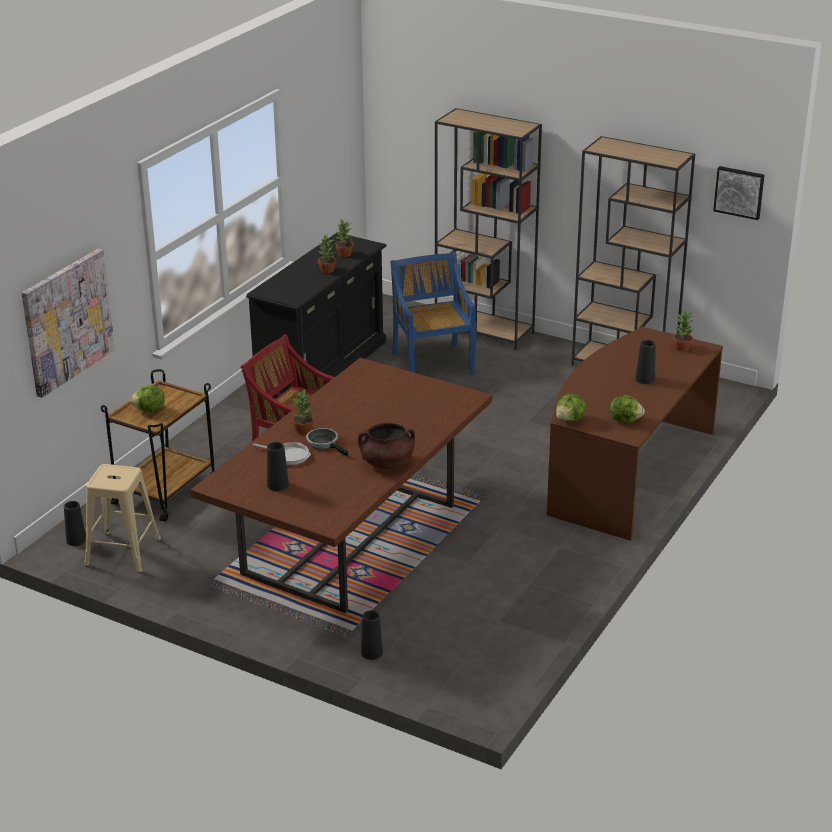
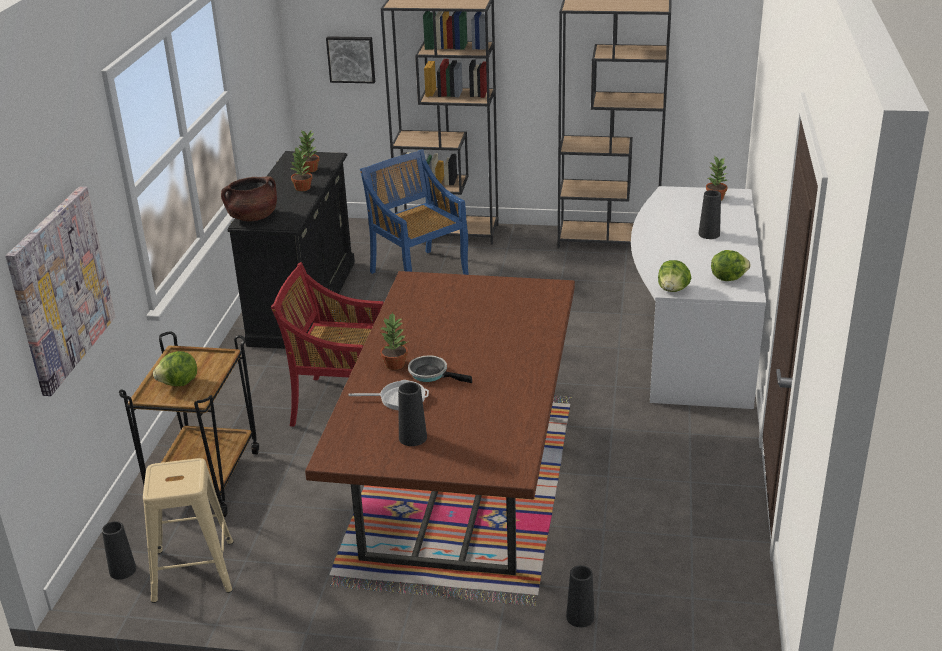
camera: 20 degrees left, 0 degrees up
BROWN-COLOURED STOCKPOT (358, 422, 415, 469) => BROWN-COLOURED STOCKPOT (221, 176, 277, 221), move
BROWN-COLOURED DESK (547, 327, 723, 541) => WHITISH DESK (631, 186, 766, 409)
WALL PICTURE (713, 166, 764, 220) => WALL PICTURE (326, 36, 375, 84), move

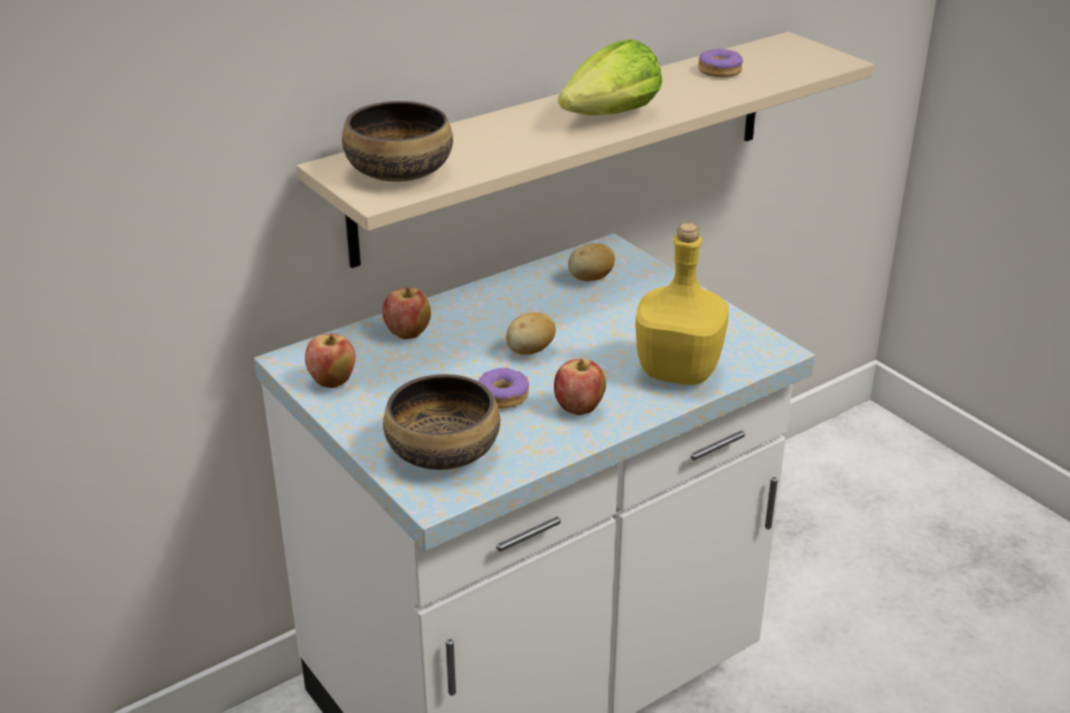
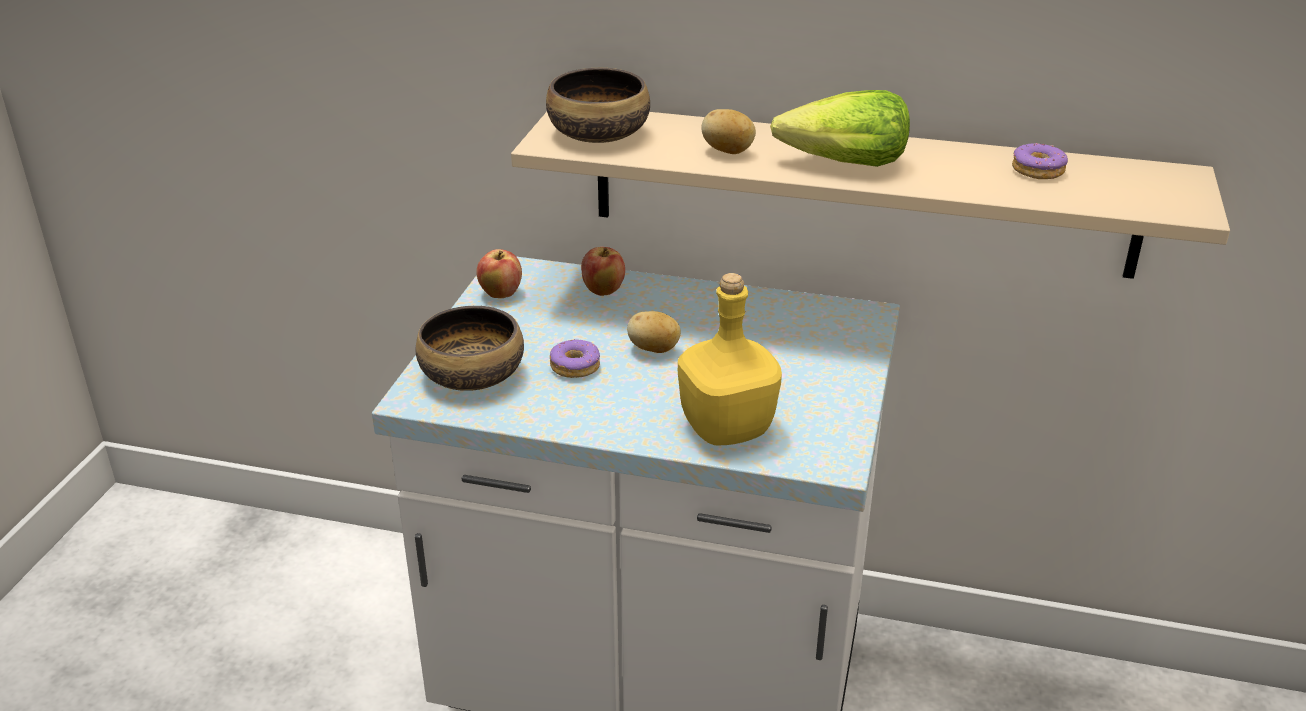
camera: 50 degrees right, 0 degrees up
APPLE (554, 359, 606, 415) => nothing
WHOLE POTATO (568, 243, 615, 281) => WHOLE POTATO (701, 109, 756, 154), move

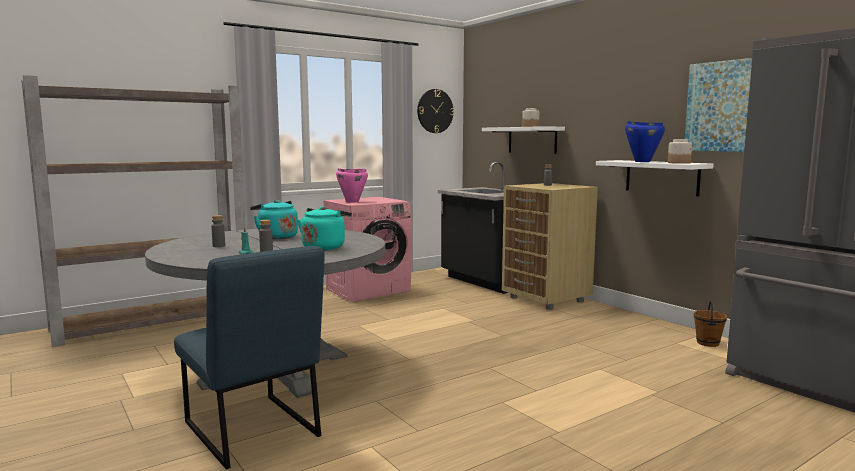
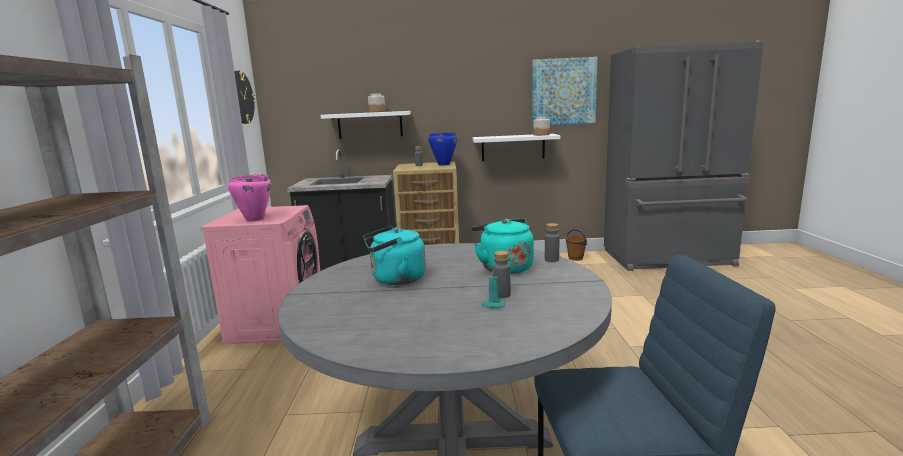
camera: 55 degrees left, 5 degrees up
GREY BOTTLE (211, 215, 225, 247) => GREY BOTTLE (545, 223, 559, 262), move
BLUISH STOCKPOT (625, 121, 665, 162) => BLUISH STOCKPOT (428, 132, 457, 166), move

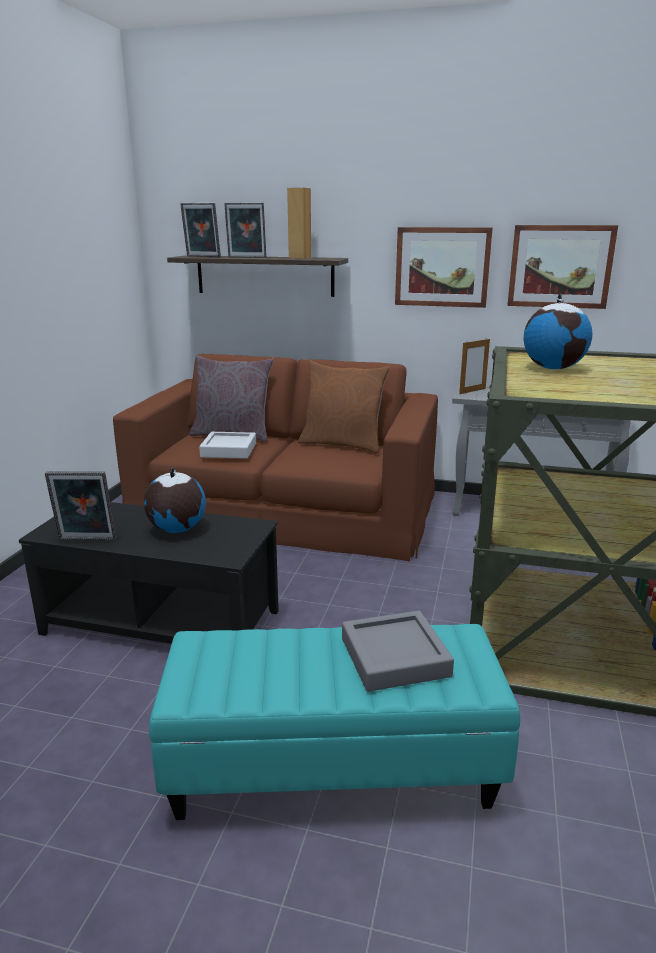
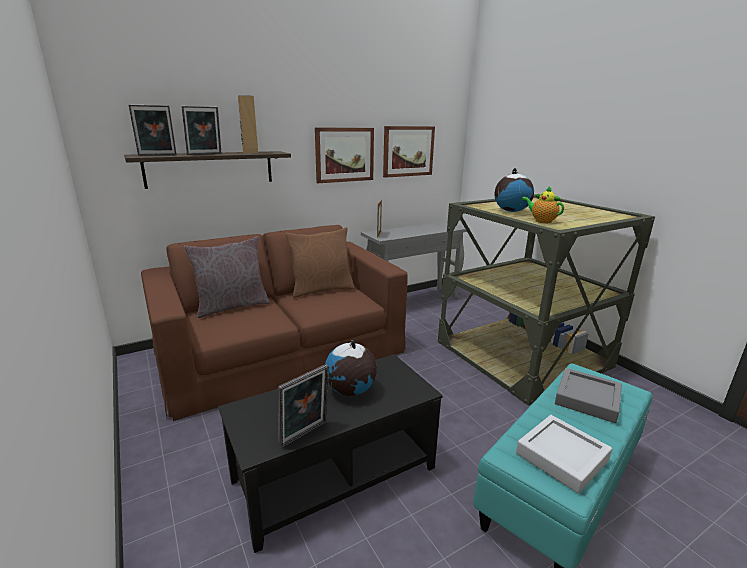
camera: 45 degrees left, 0 degrees up
GREY CARRYING TRAY (199, 432, 256, 459) => GREY CARRYING TRAY (516, 415, 612, 494), move
nothing => TEAPOT (522, 186, 564, 223)

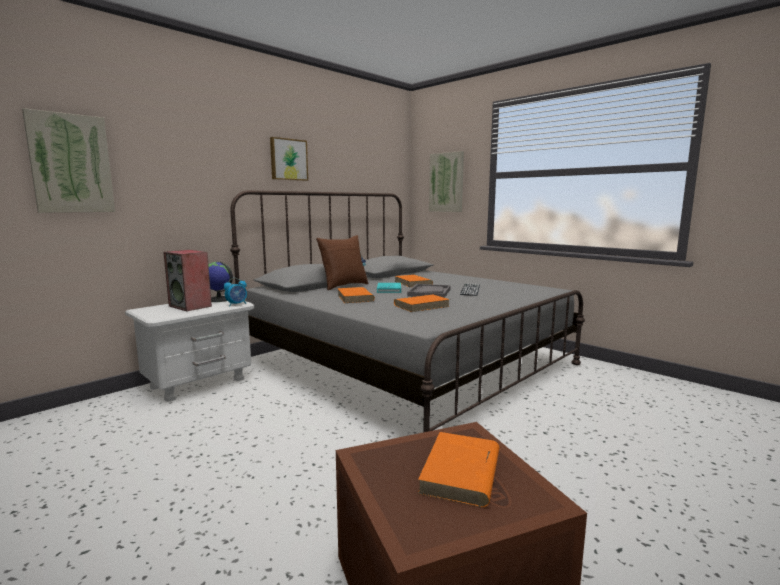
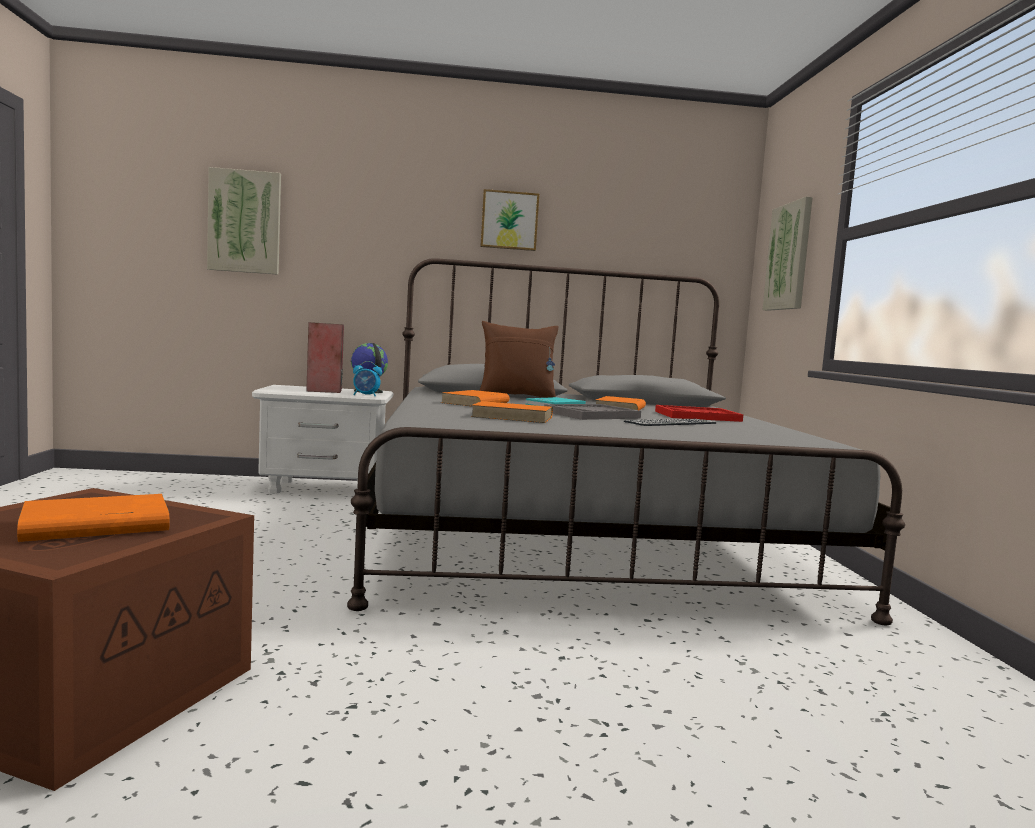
camera: 40 degrees right, 5 degrees down
nothing => RED CARRYING TRAY (655, 405, 743, 422)

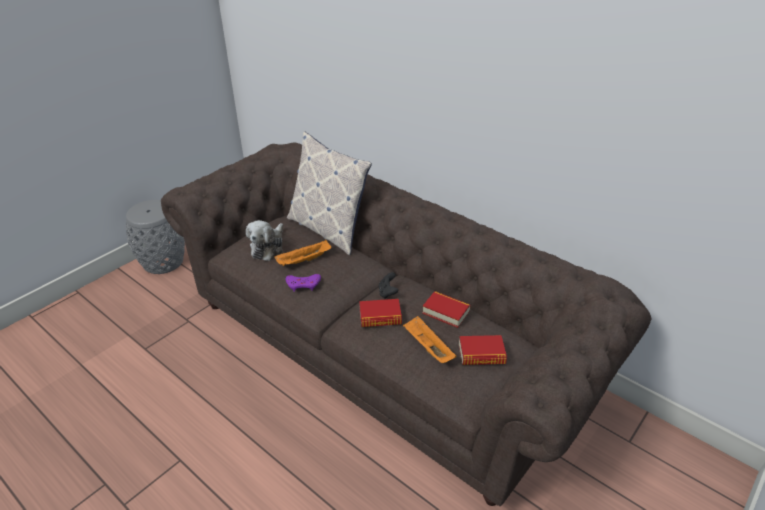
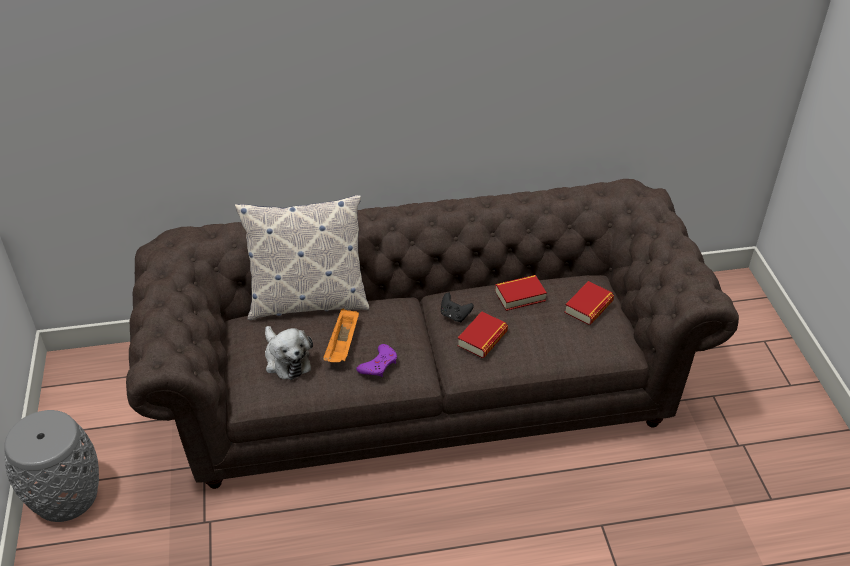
camera: 50 degrees left, 5 degrees up
ORANGEY CARRYING TRAY (403, 316, 457, 363) => nothing

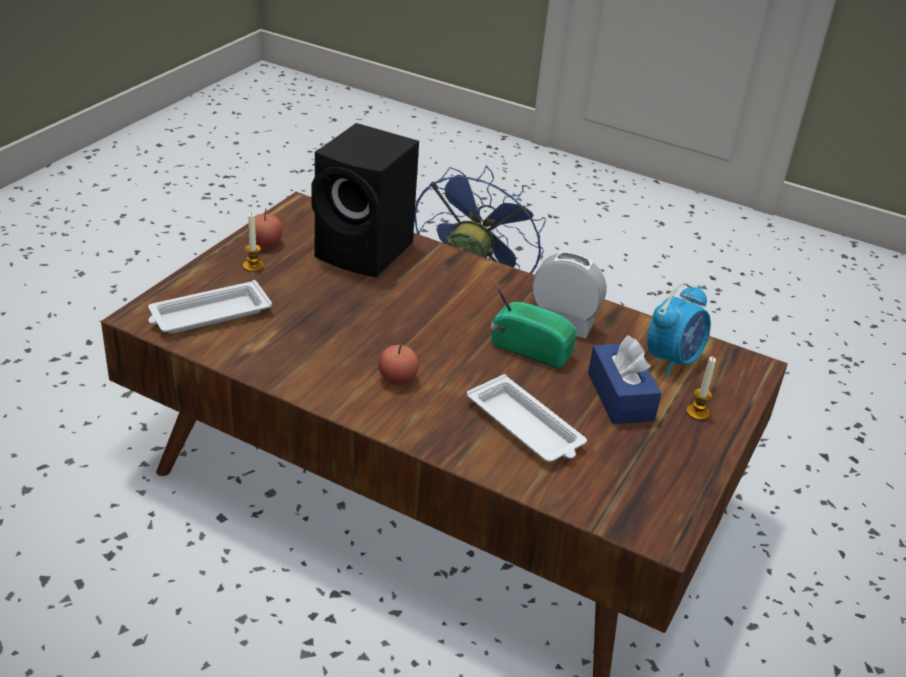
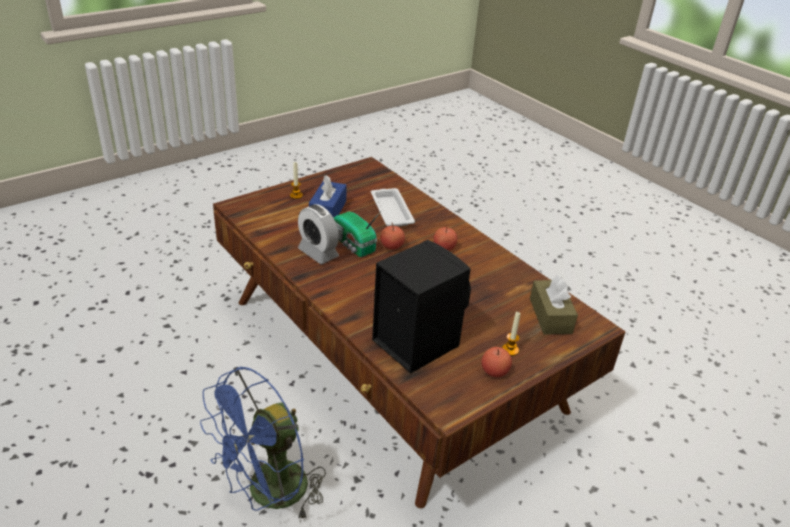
camera: 155 degrees left, 0 degrees up
WHITISH CARRYING TRAY (148, 280, 272, 334) => BROWN-COLOURED TISSUE HOLDER (530, 275, 578, 335)
BEDSIDE CLOCK (647, 283, 711, 376) => nothing
nothing => APPLE (381, 223, 405, 250)

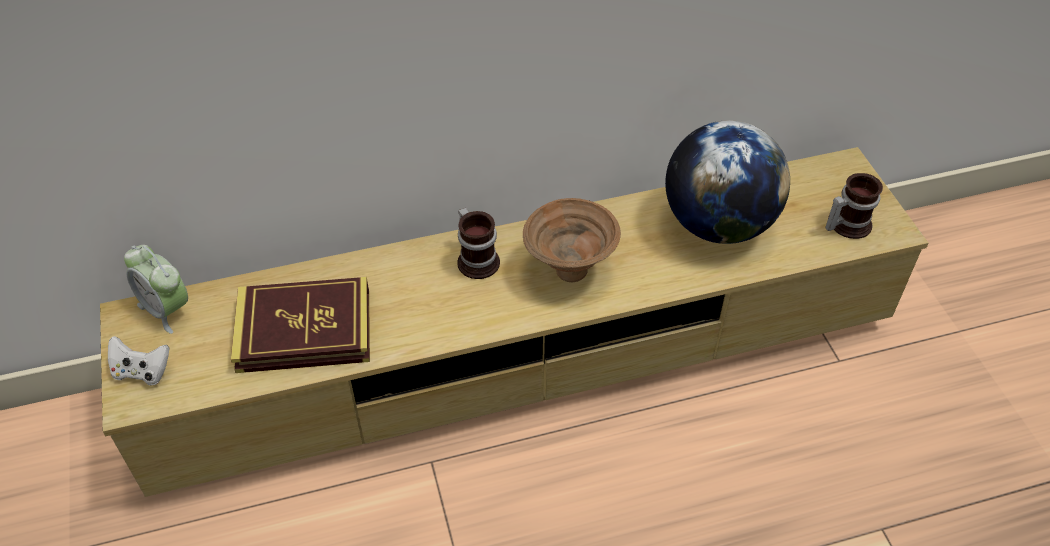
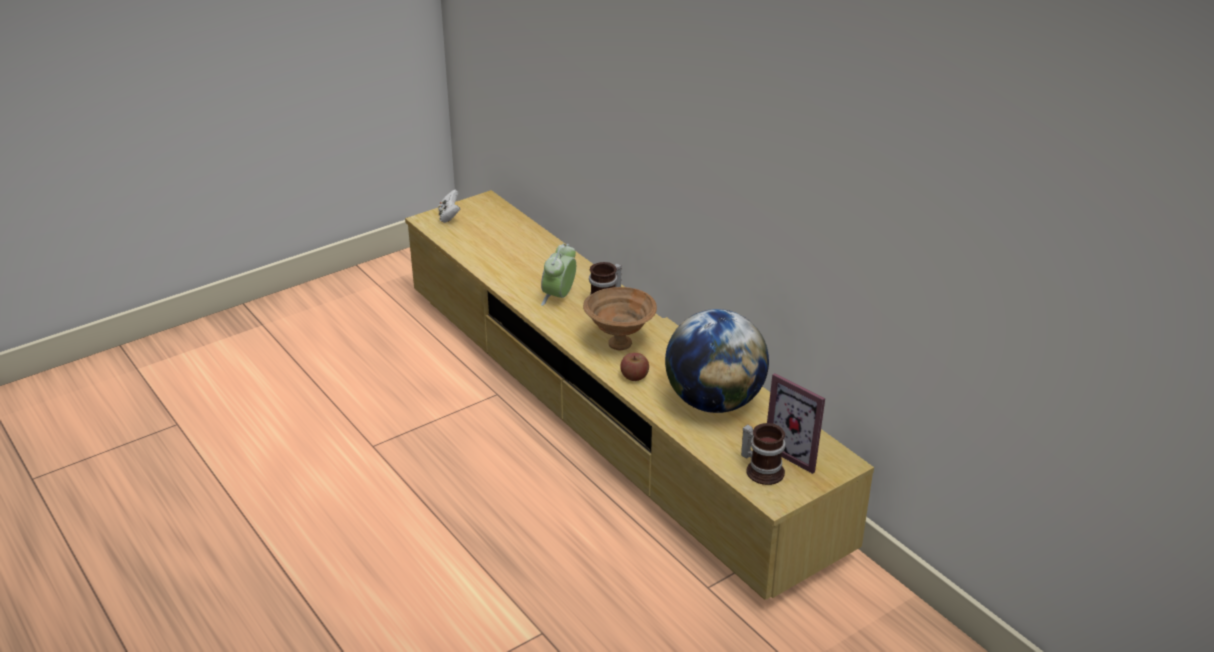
camera: 70 degrees right, 15 degrees down
BEDSIDE CLOCK (124, 245, 188, 334) => BEDSIDE CLOCK (541, 243, 576, 306), move
VOLUME (231, 277, 370, 373) => nothing
nothing => APPLE (620, 353, 649, 381)
nothing => STANDING FRAME (767, 373, 825, 474)

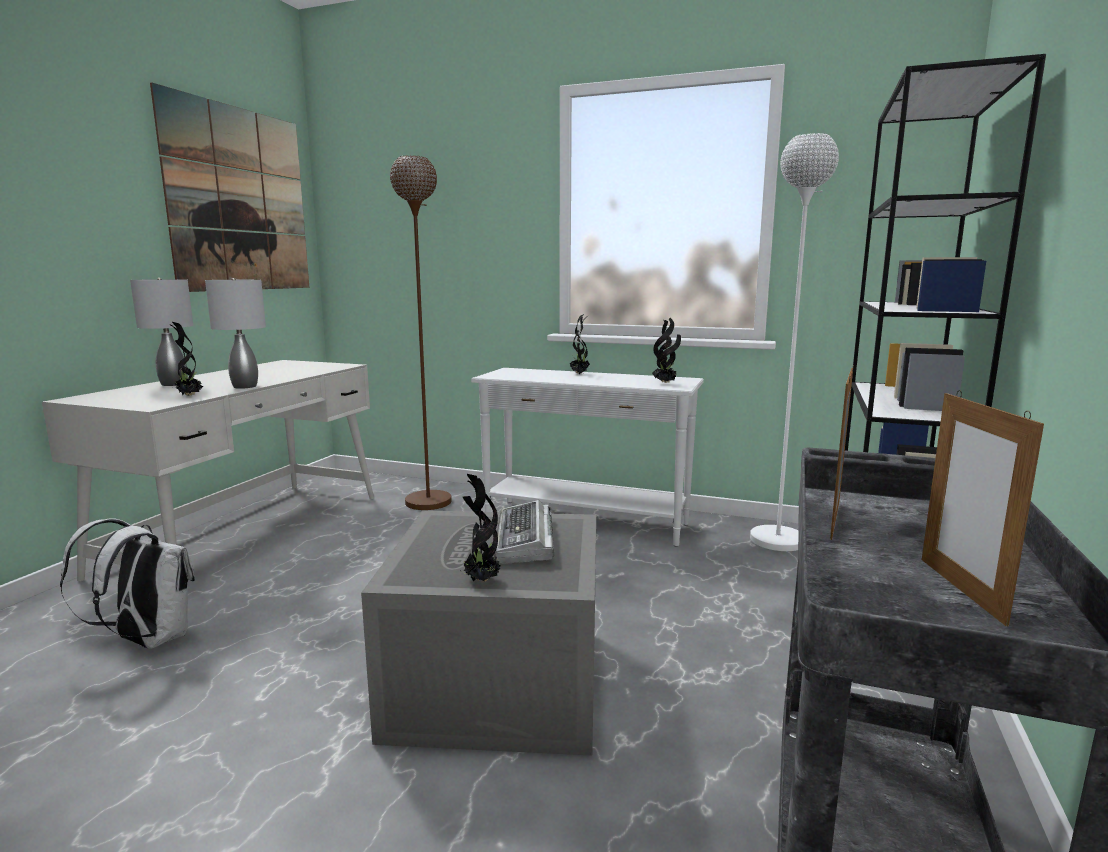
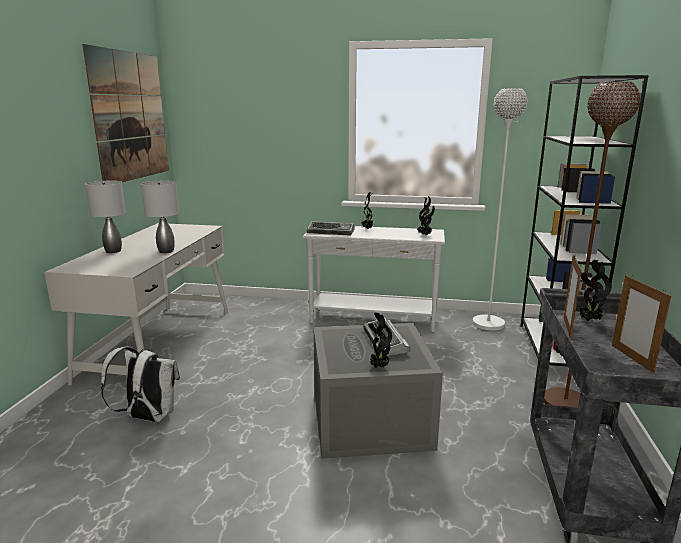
camera: 10 degrees left, 5 degrees up
PLANT IN A POT (171, 322, 203, 396) => PLANT IN A POT (579, 260, 612, 321), move
BROWN-COLOURED FLOOR LAMP (390, 155, 452, 510) => BROWN-COLOURED FLOOR LAMP (544, 81, 640, 407), move
nothing => KEYBOARD (307, 221, 355, 236)

